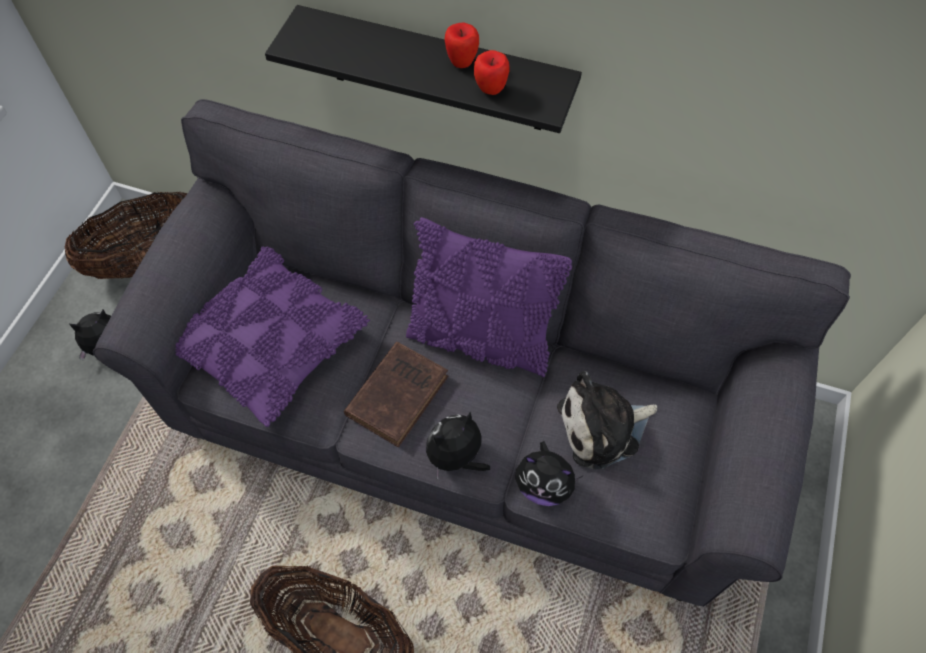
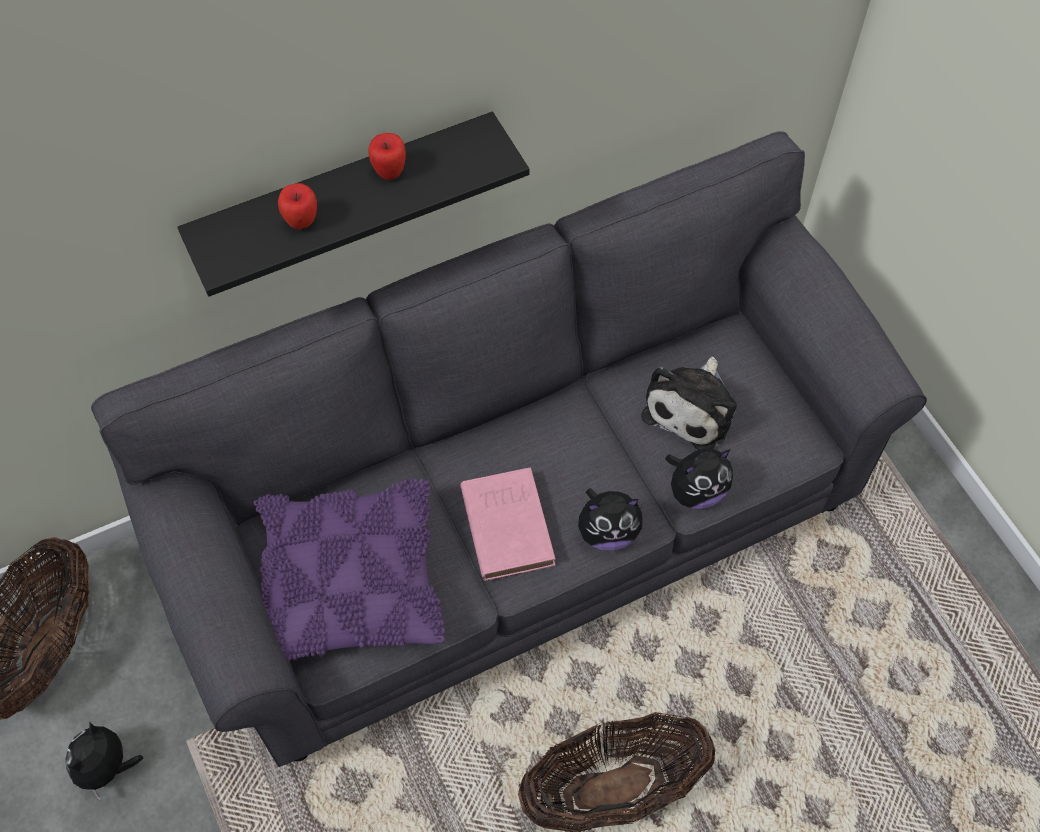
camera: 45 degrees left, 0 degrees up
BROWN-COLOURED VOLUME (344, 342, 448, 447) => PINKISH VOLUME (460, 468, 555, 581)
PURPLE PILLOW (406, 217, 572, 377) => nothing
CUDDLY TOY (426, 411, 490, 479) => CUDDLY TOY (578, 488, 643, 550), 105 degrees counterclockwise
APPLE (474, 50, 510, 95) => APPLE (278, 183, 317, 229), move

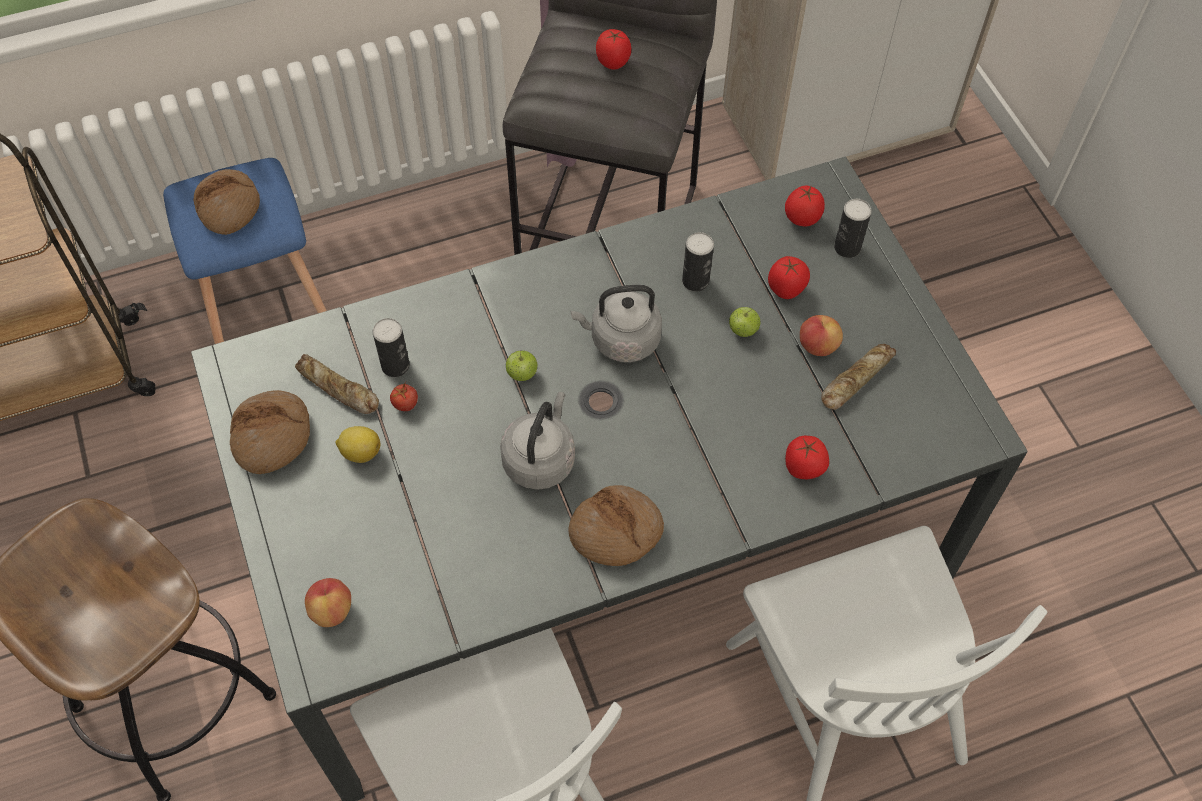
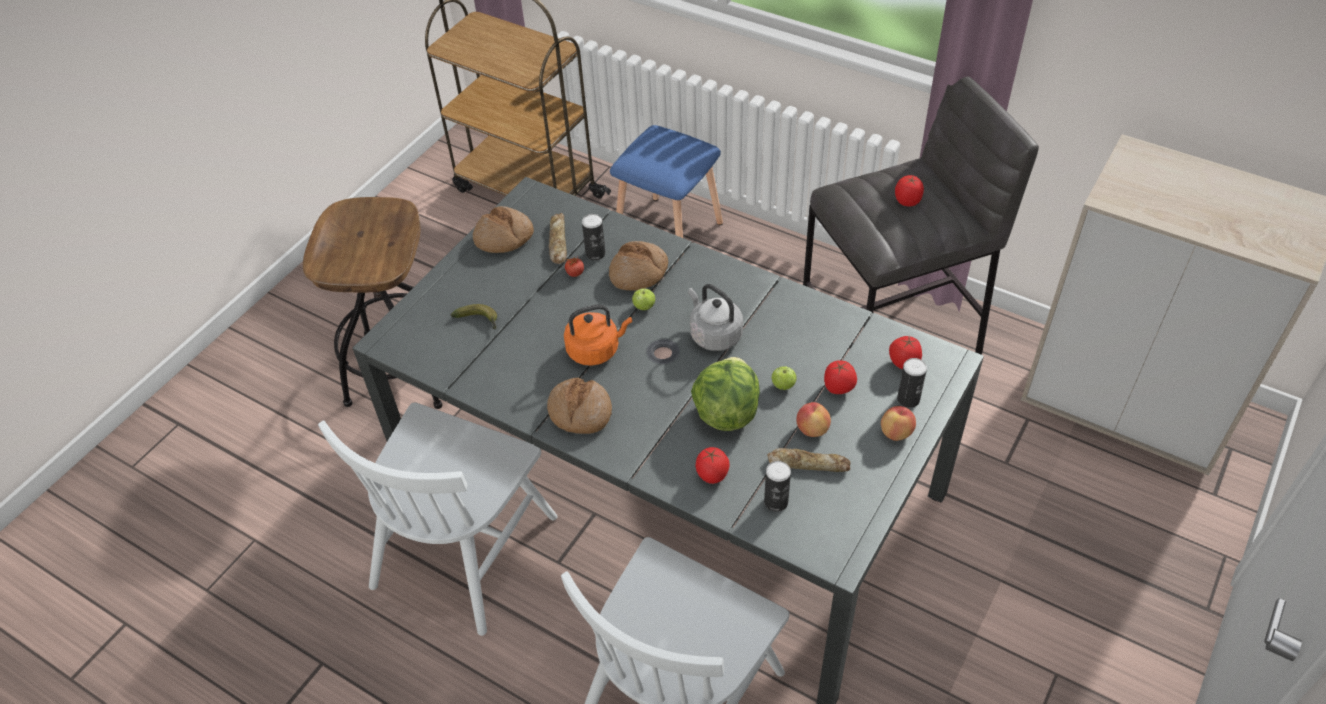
camera: 55 degrees right, 10 degrees down
BAKED BREAD (193, 169, 260, 235) => BAKED BREAD (609, 241, 668, 291), move
APPLE (305, 578, 351, 627) => APPLE (881, 406, 916, 441), move
LEMON (335, 426, 380, 463) => nothing
GREY TEA KETTLE (500, 392, 575, 490) => ORANGEY TEA KETTLE (564, 304, 632, 366)
METAL CAN (682, 232, 714, 292) => METAL CAN (764, 461, 791, 512), move
nothing => BANANA (451, 304, 497, 329)
nothing => LETTUCE (691, 357, 760, 431)

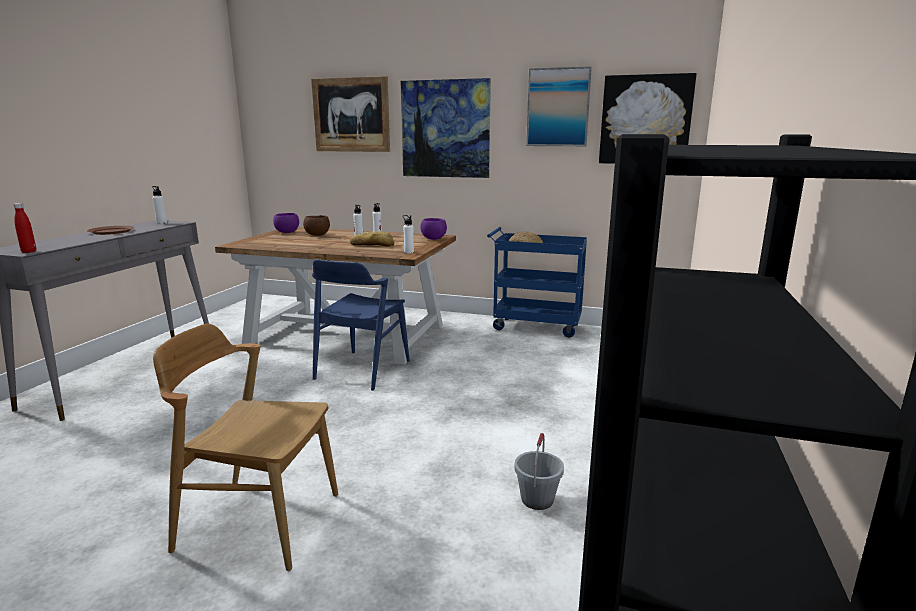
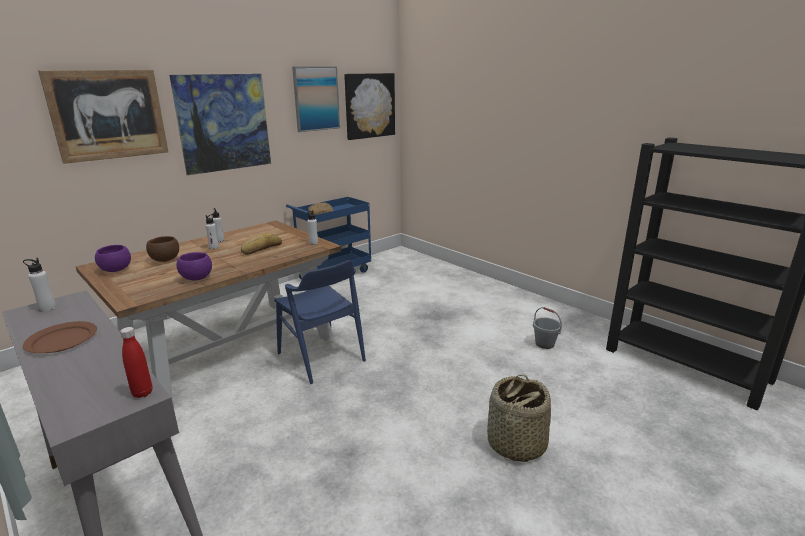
camera: 60 degrees left, 5 degrees up
BROWN-COLOURED PLAIN CHAIR (153, 324, 338, 571) => STORAGE BASKET (487, 374, 551, 462)
PURPLE BOWL (420, 218, 447, 240) => PURPLE BOWL (176, 252, 212, 280), move

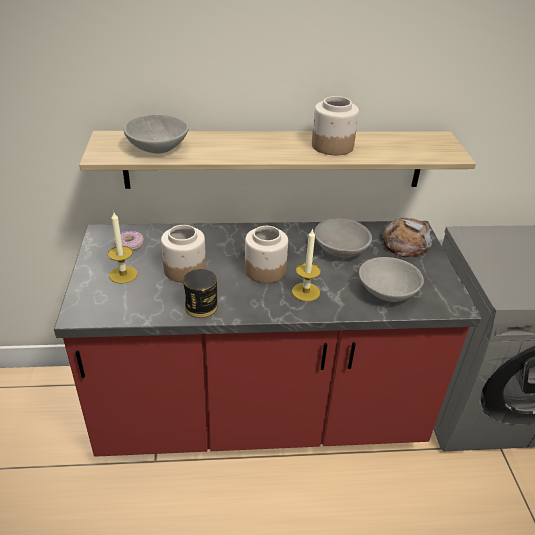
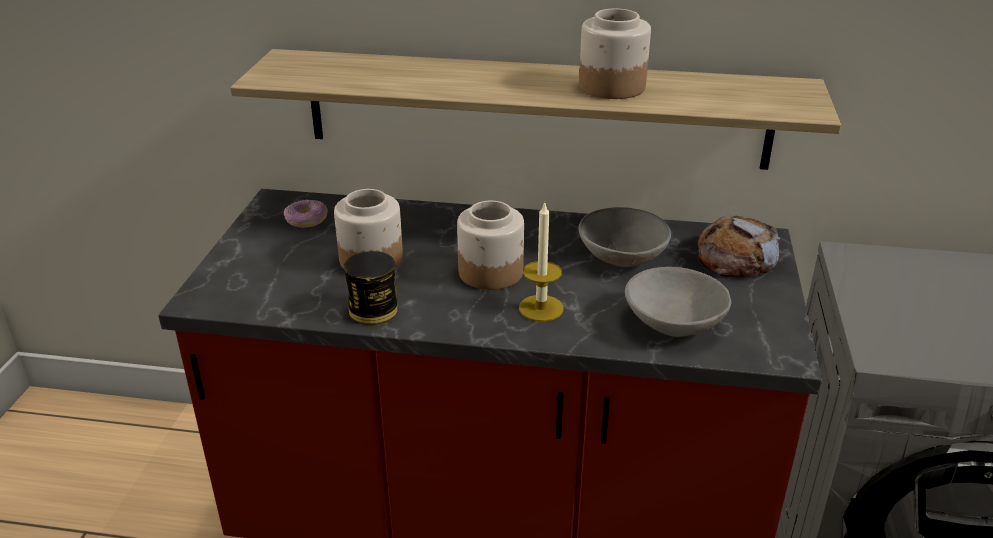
camera: 15 degrees right, 5 degrees down
WAX CANDLE (108, 212, 138, 284) => nothing
GREY BOWL (124, 115, 189, 153) => nothing

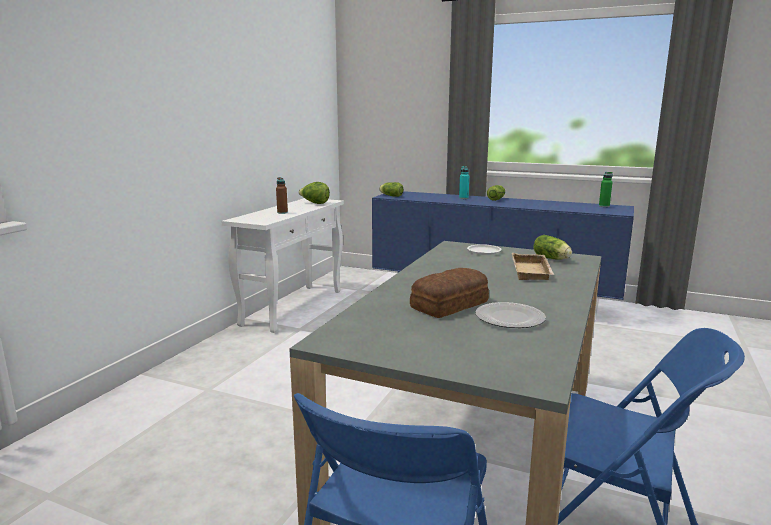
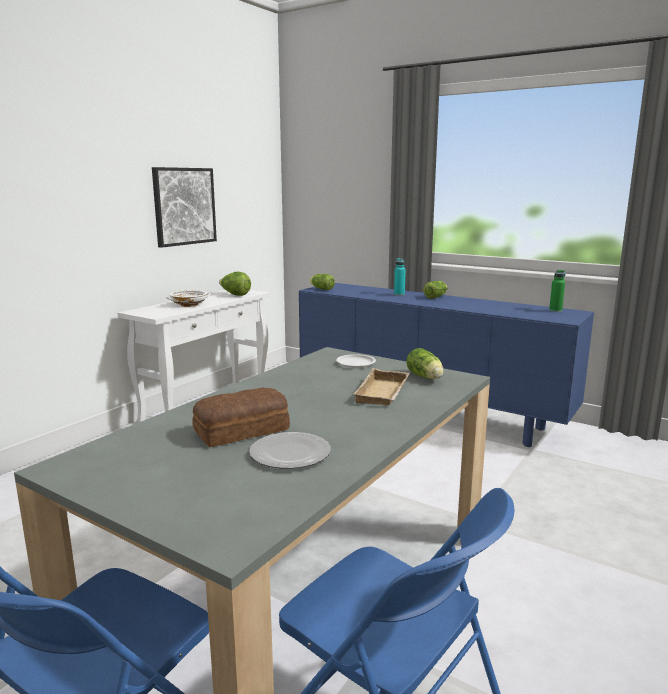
camera: 10 degrees right, 0 degrees up
BROWN-COLOURED BOTTLE (276, 177, 288, 214) => WHITISH BOWL (166, 290, 211, 307)
nothing => WALL PICTURE (152, 167, 217, 248)

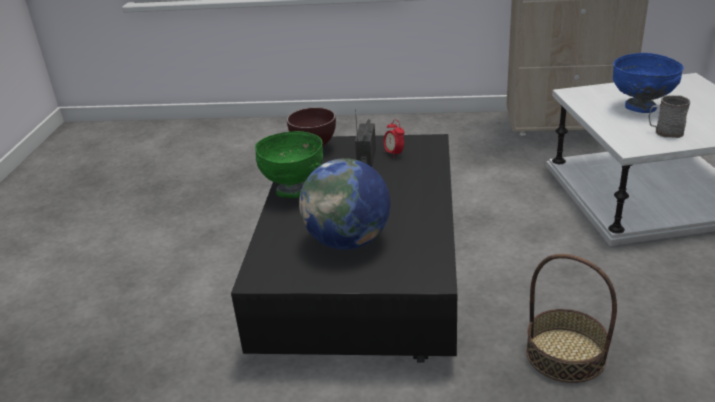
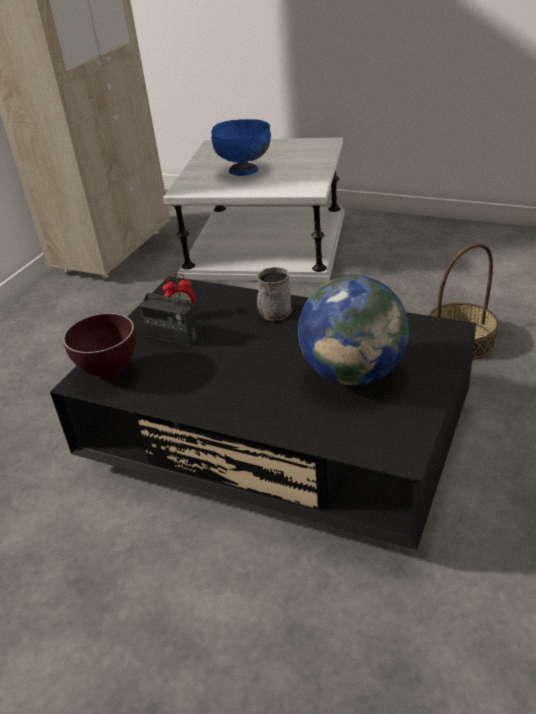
camera: 70 degrees left, 5 degrees up
GREEN BOWL (255, 131, 323, 198) => nothing
GREY COFFEE MUG (649, 95, 691, 138) => GREY COFFEE MUG (257, 267, 292, 321), move

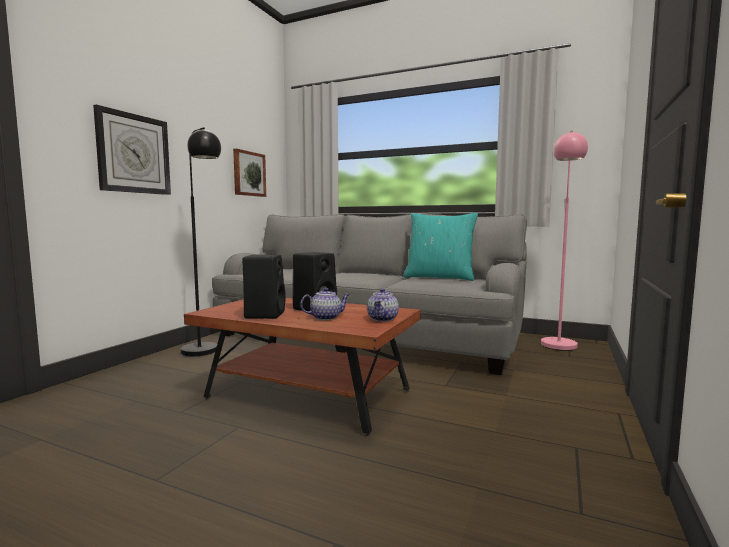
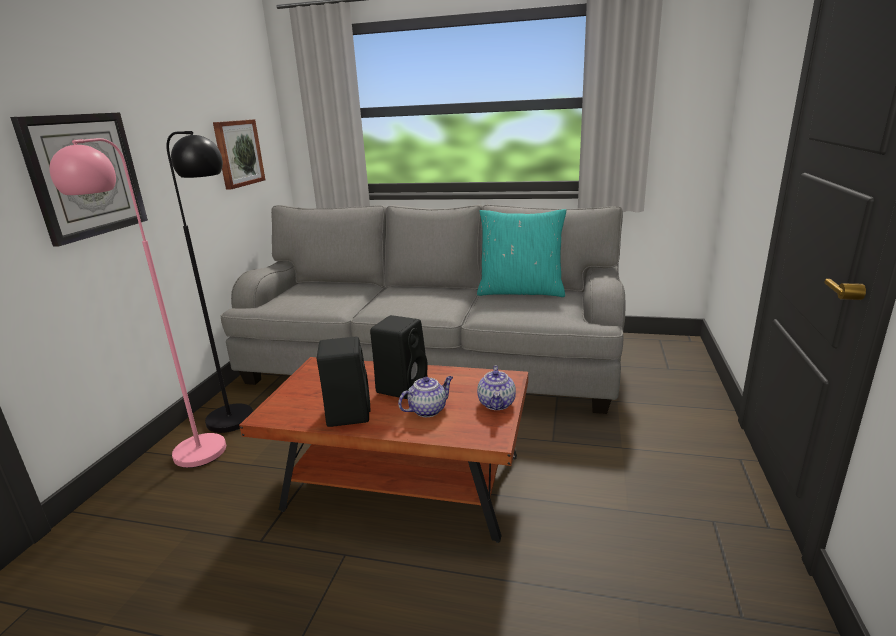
camera: 10 degrees left, 15 degrees up
PINKISH FLOOR LAMP (541, 130, 588, 351) => PINKISH FLOOR LAMP (49, 138, 226, 468), move

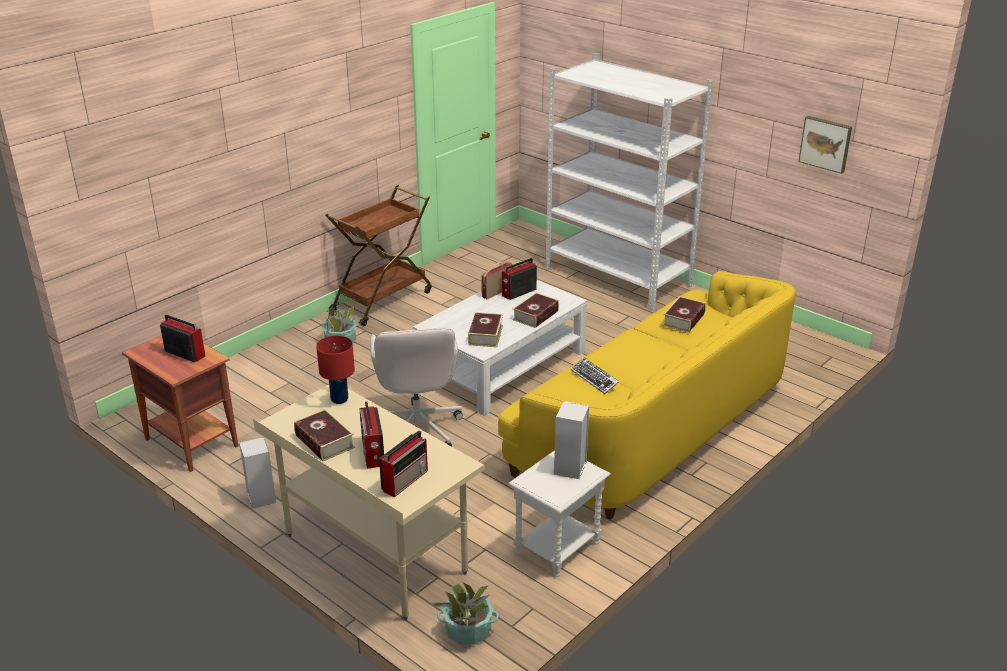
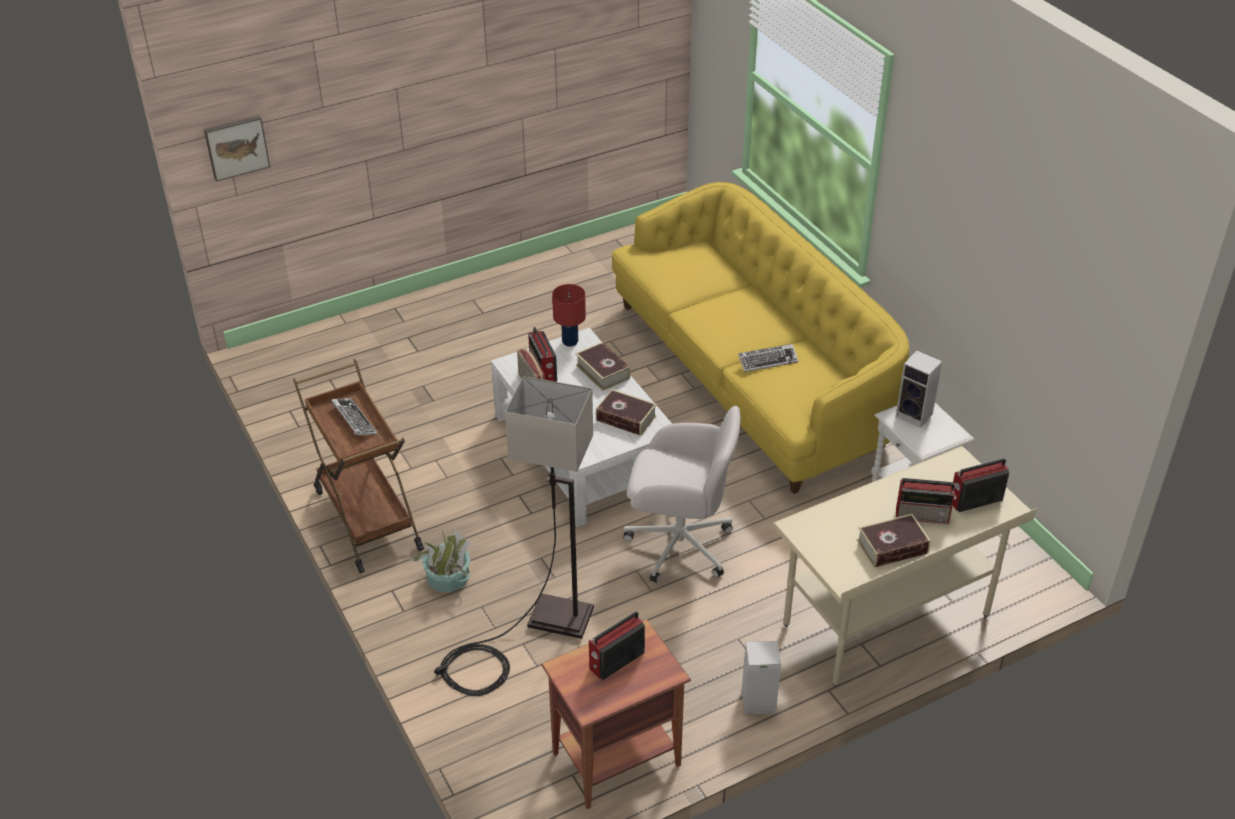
camera: 70 degrees left, 10 degrees up
RED TABLETOP LAMP (316, 335, 355, 404) => RED TABLETOP LAMP (552, 284, 586, 347), move
RADIO RECEIVER (379, 430, 428, 497) => RADIO RECEIVER (953, 458, 1009, 512), 75 degrees counterclockwise
PLANT IN A POT (432, 582, 499, 645) => nothing
WHITISH BOOKSHELF (546, 53, 713, 311) => nothing
VOLUME (662, 296, 706, 333) => nothing
WALL PICTURE (798, 116, 852, 174) => WALL PICTURE (204, 115, 270, 182), move
nothing => KEYBOARD (331, 398, 377, 435)
nothing => FLOOR LAMP (434, 376, 594, 696)

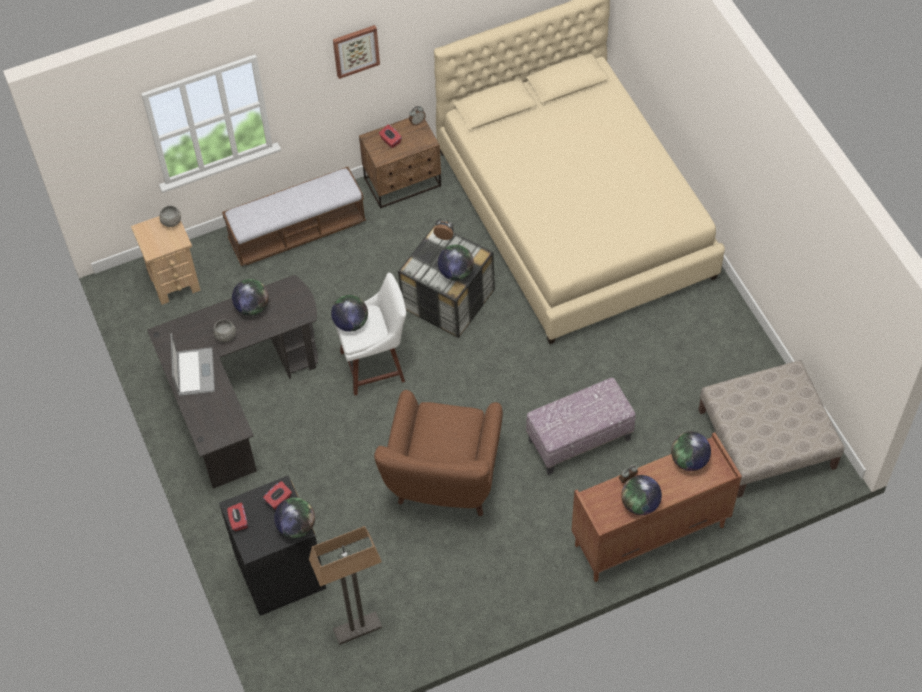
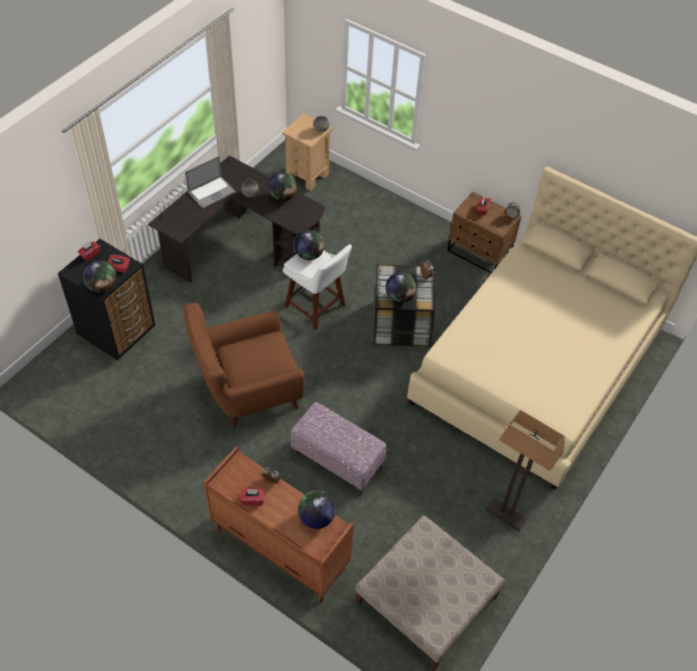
camera: 55 degrees right, 5 degrees down
LONG SEAT (222, 167, 366, 266) => nothing
FLOOR LAMP (309, 526, 382, 645) => FLOOR LAMP (485, 410, 565, 531), move
WALL PICTURE (333, 25, 380, 79) => nothing
WORLD GLOBE (621, 475, 662, 515) => RED TISSUE HOLDER (240, 488, 265, 506)

